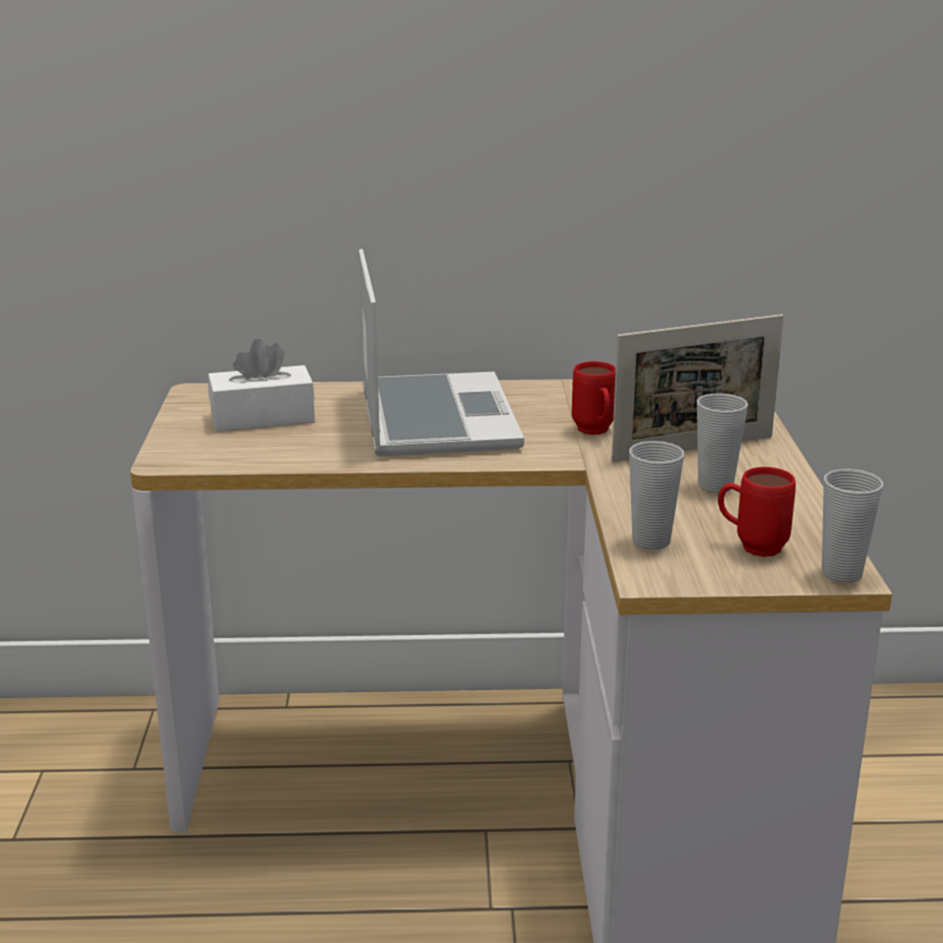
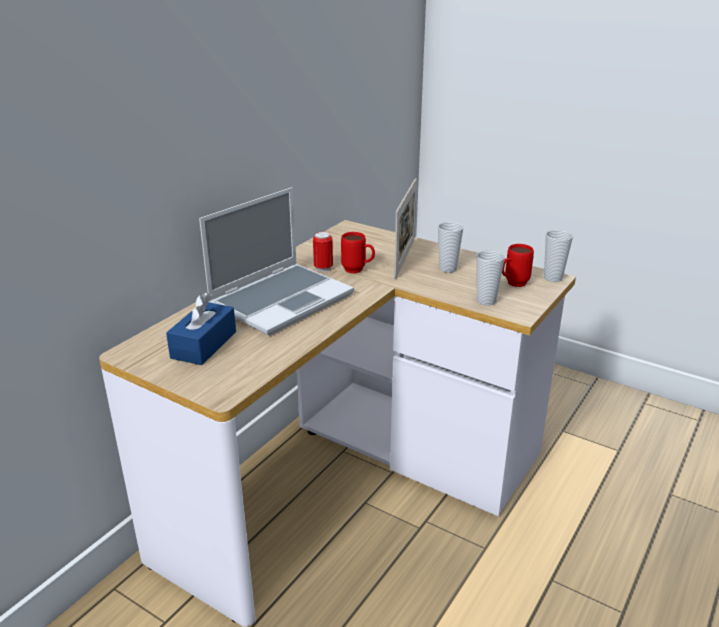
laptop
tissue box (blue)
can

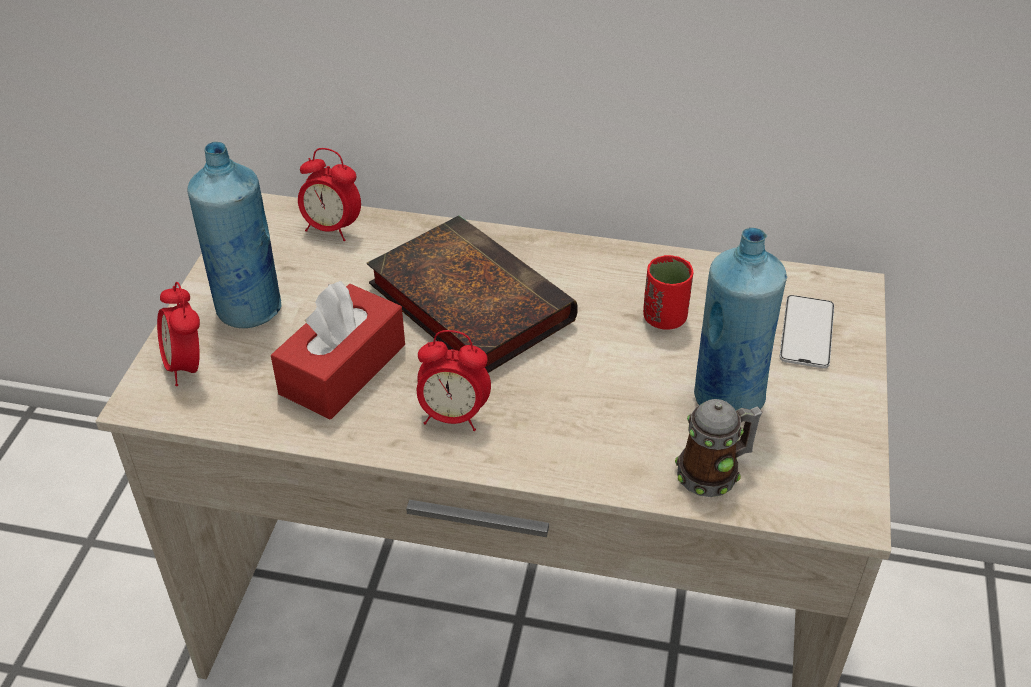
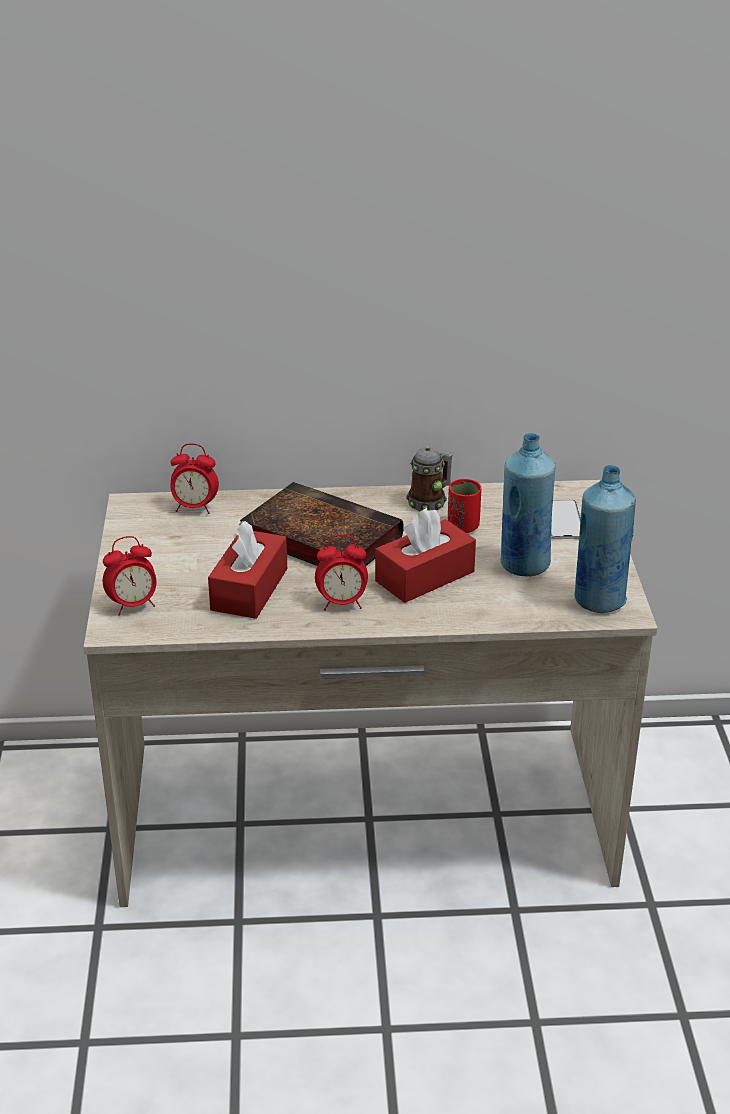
bottle (blue) (no. 2 from left)
alarm clock (no. 1 from left)
mug
tissue box (red) (no. 2 from left)

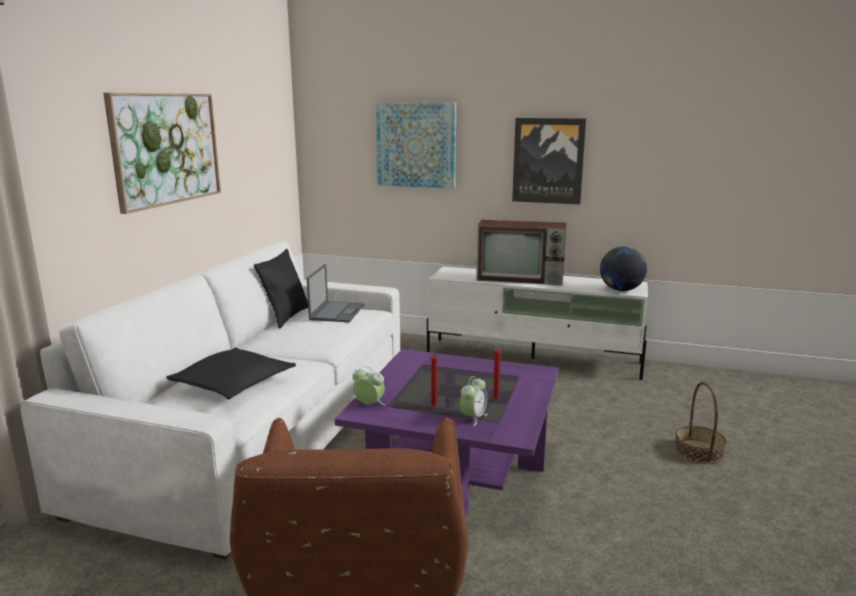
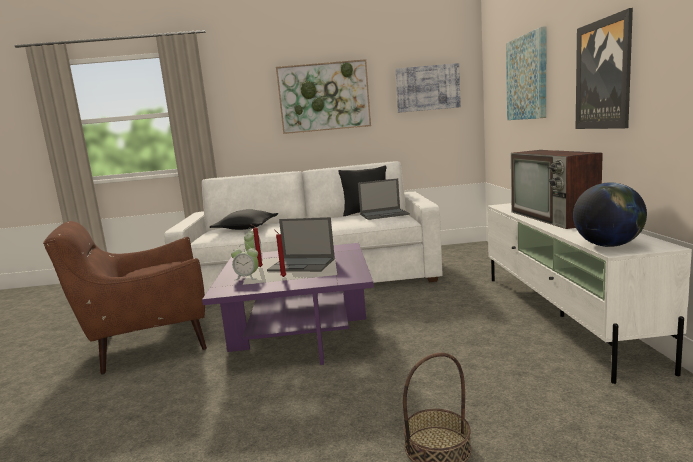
picture (no. 2 from left)
laptop (no. 1 from left)

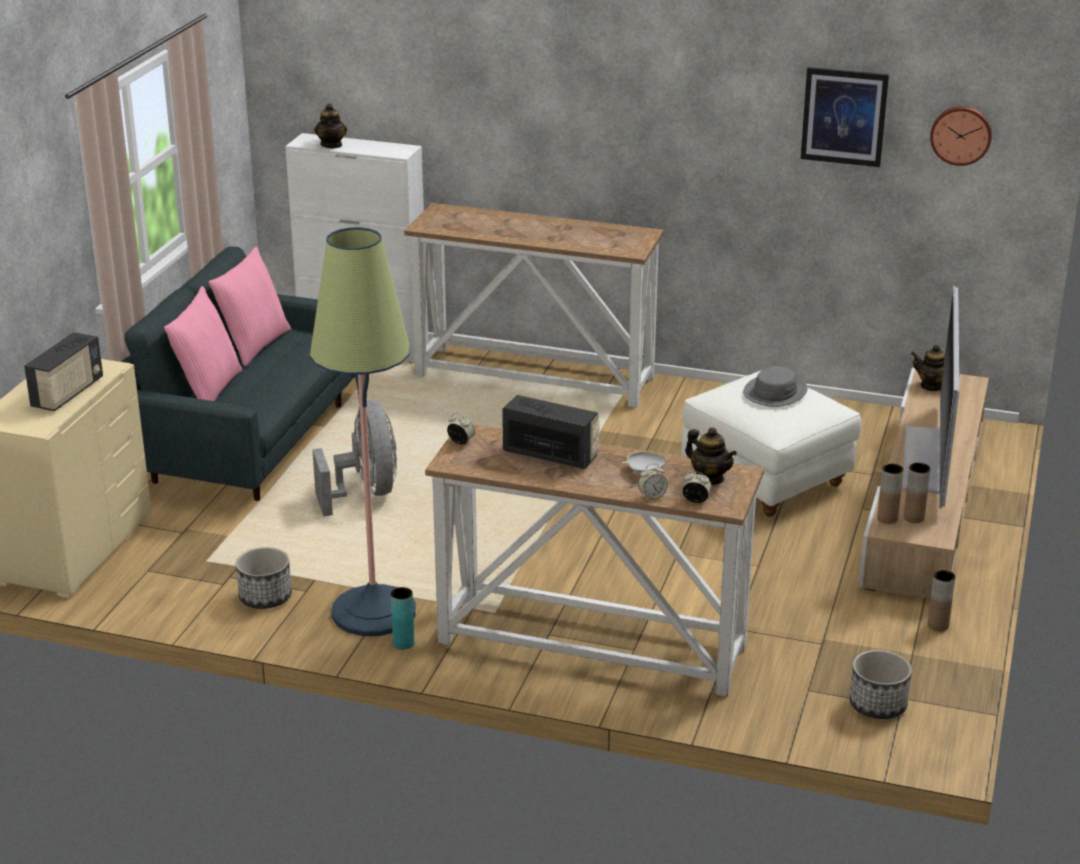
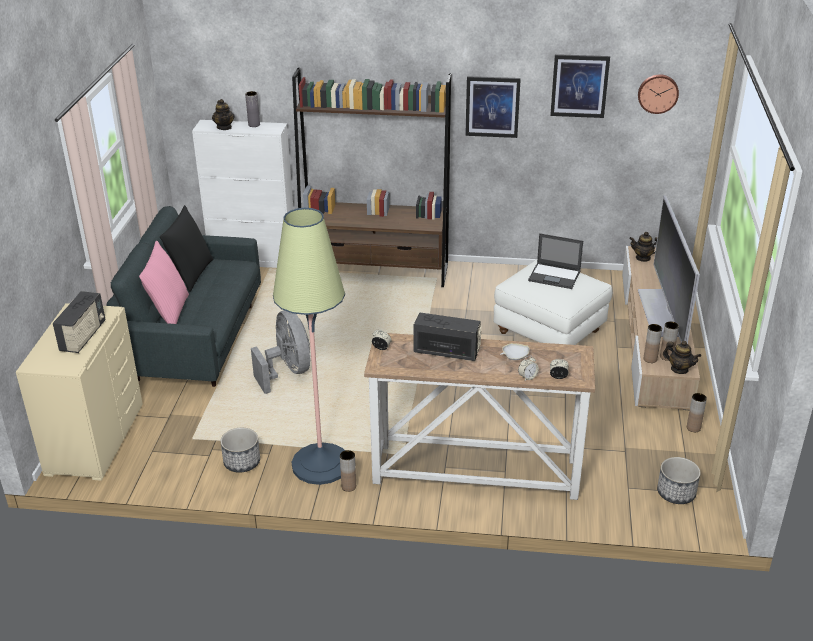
bookcase (brown)
pillow (black)
laptop
teapot (no. 3 from left)
vase (brown) (no. 1 from left)
picture (no. 1 from left)
vase (grey)

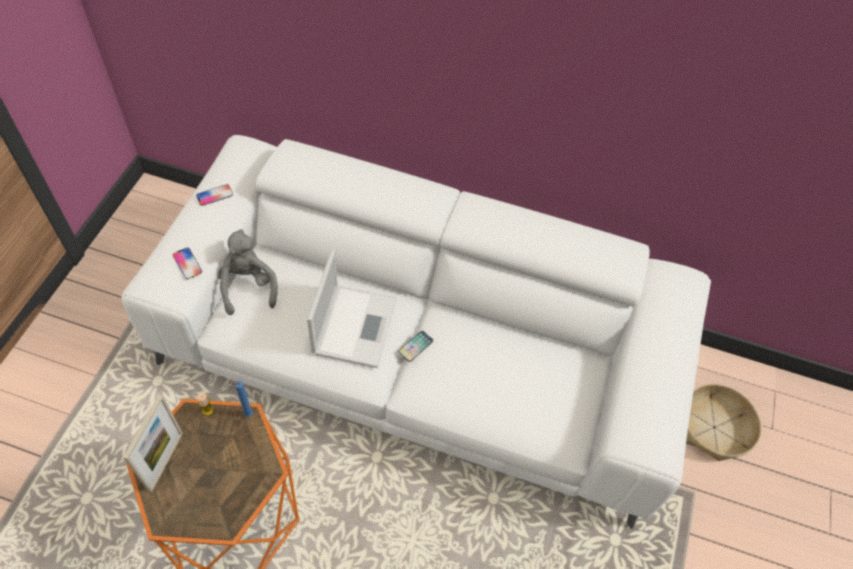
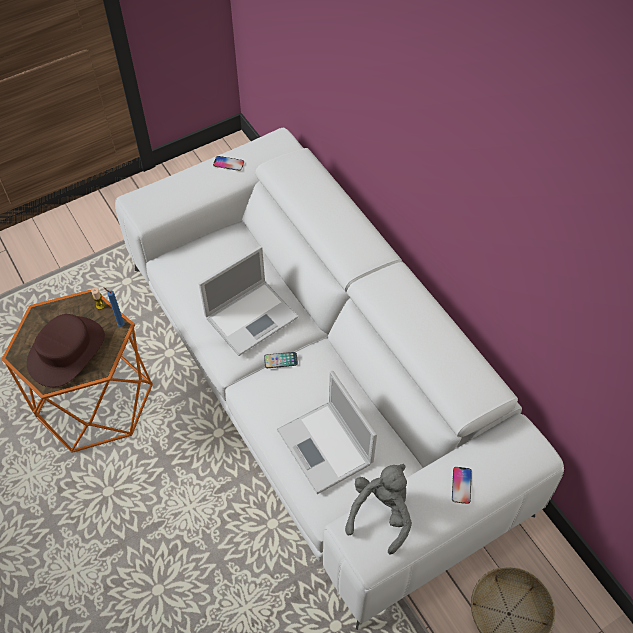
plush toy (grey)
phone (no. 3 from left)
picture frame
hat (brown)
laptop (no. 2 from left)

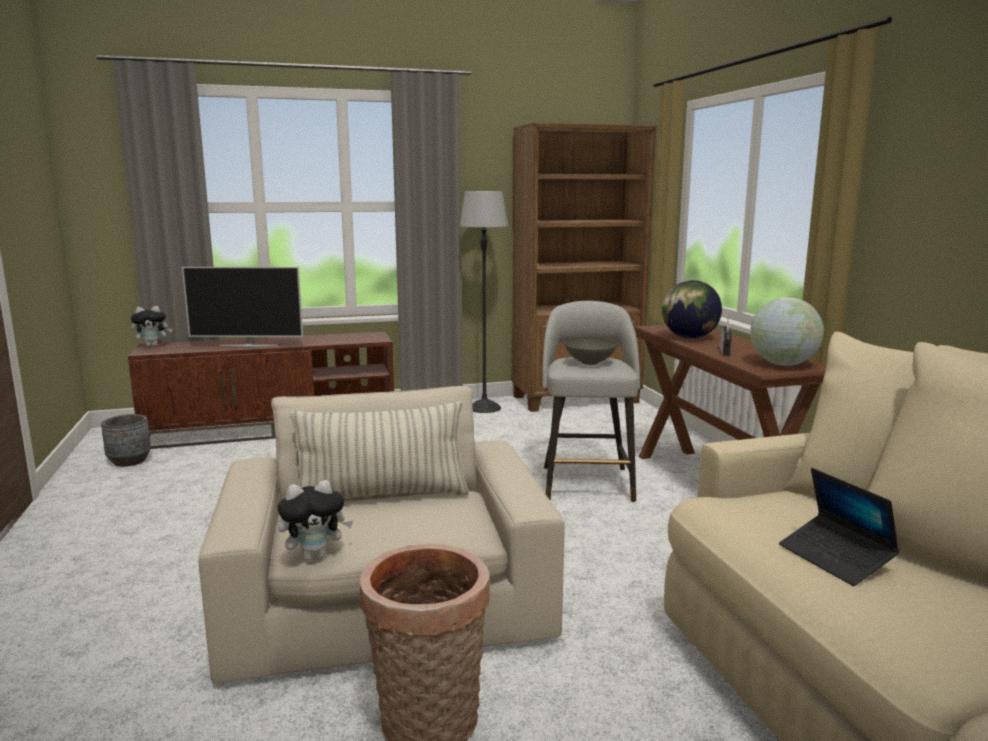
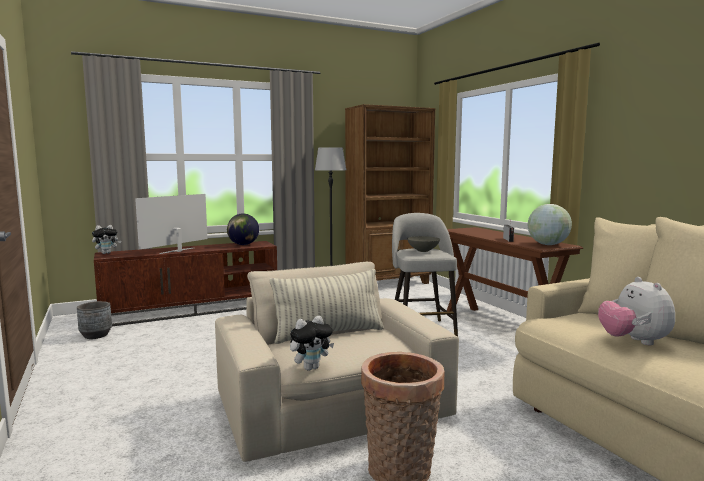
television
globe (no. 1 from left)
plush toy (no. 3 from left)

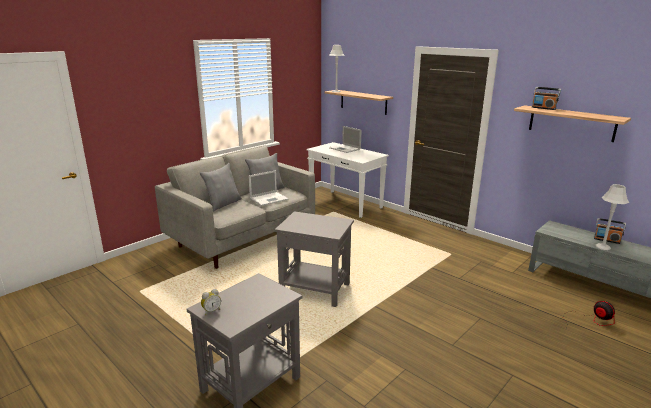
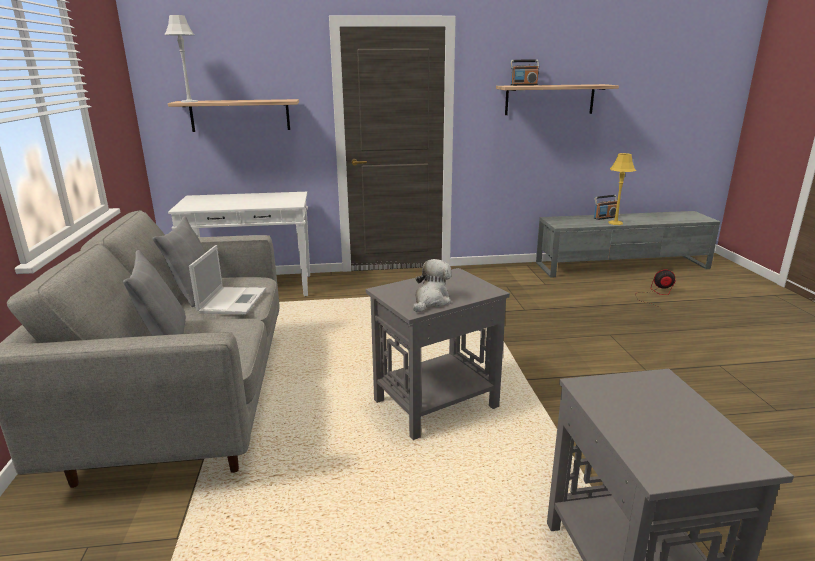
laptop (no. 2 from left in the first image)
table lamp (yellow)
alarm clock
plush toy

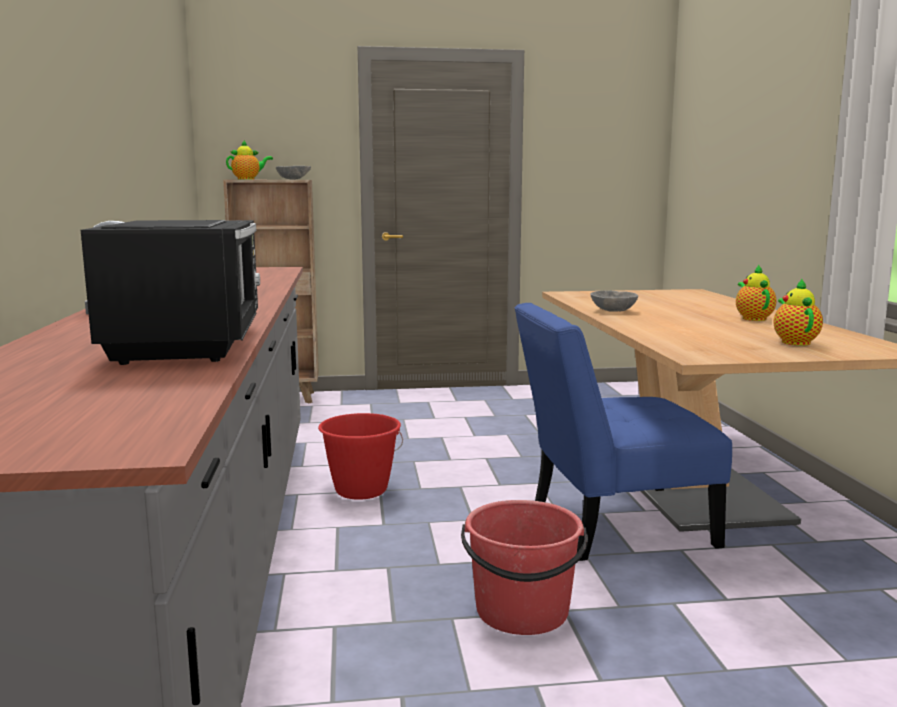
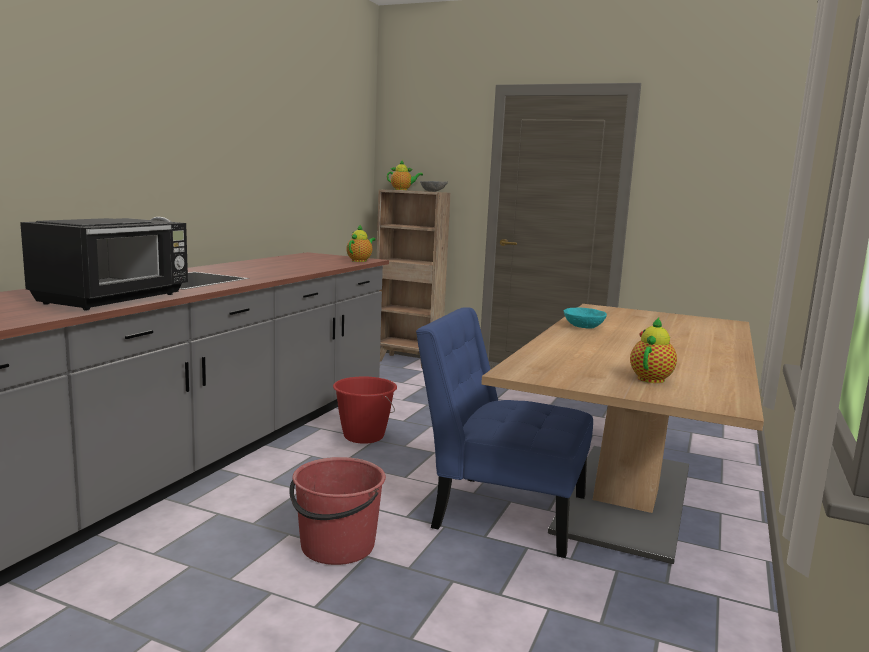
teapot (no. 1 from left)
bowl (turquoise)

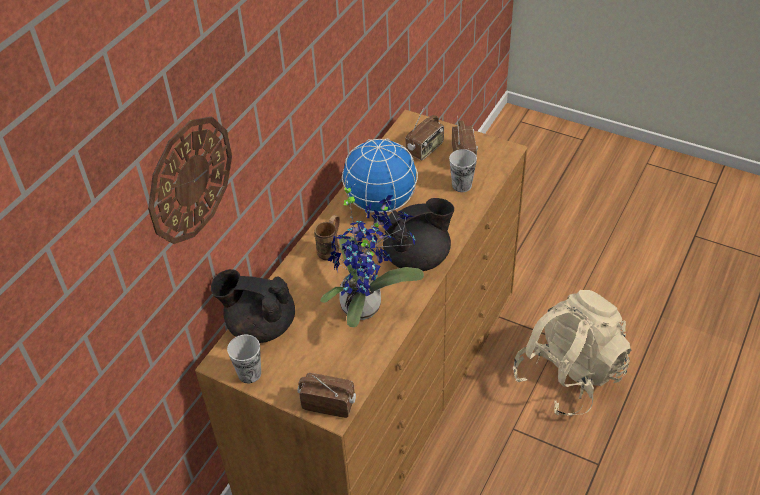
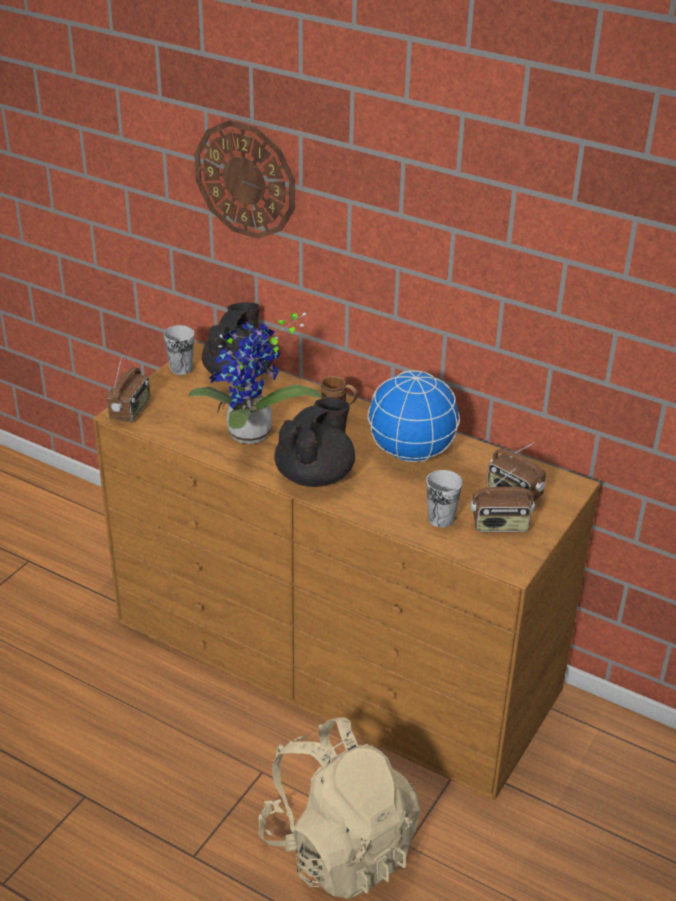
teapot (black) (no. 2 from left)

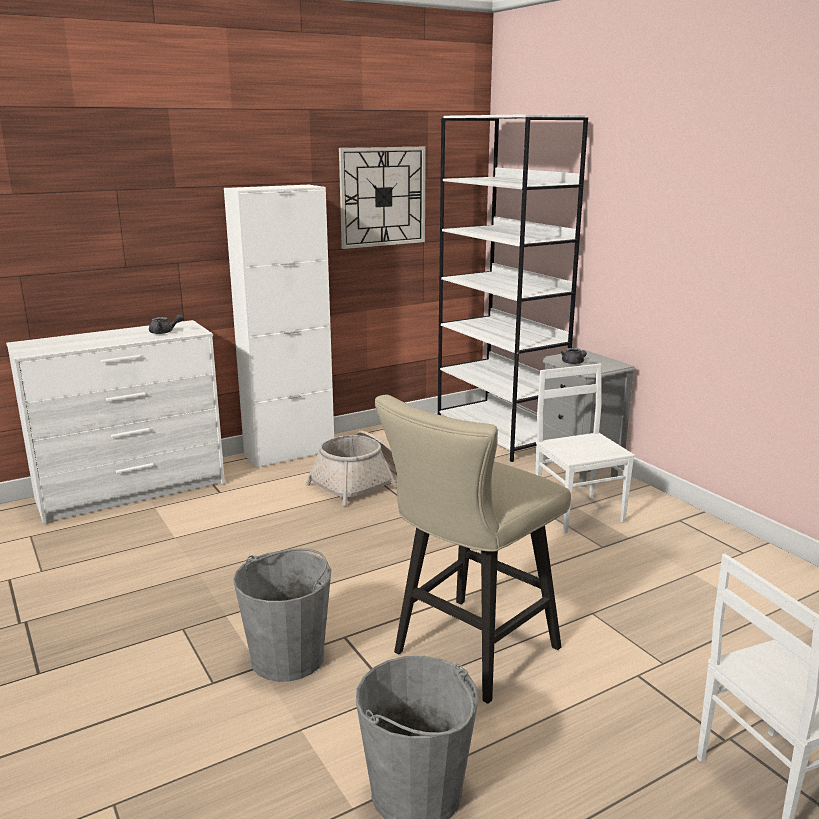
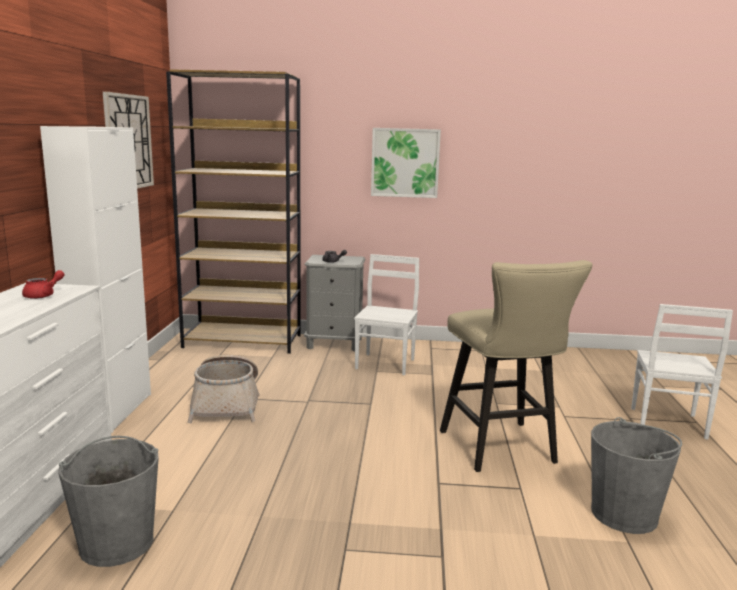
bookcase (brown)
teapot (red)
chair (white) (no. 1 from left)
bucket (grey) (no. 1 from left)
picture

